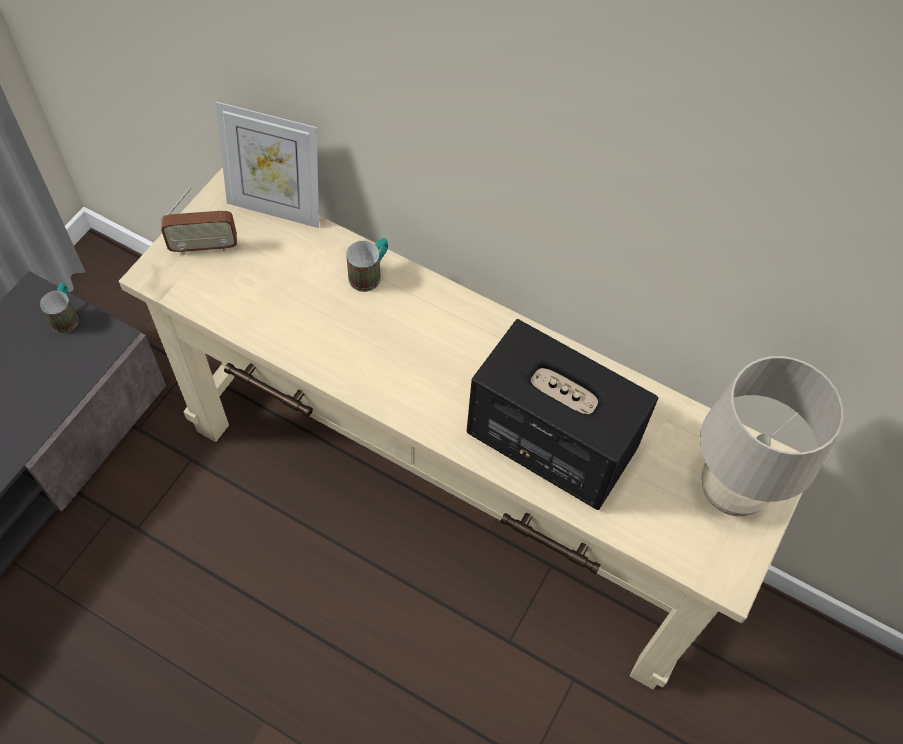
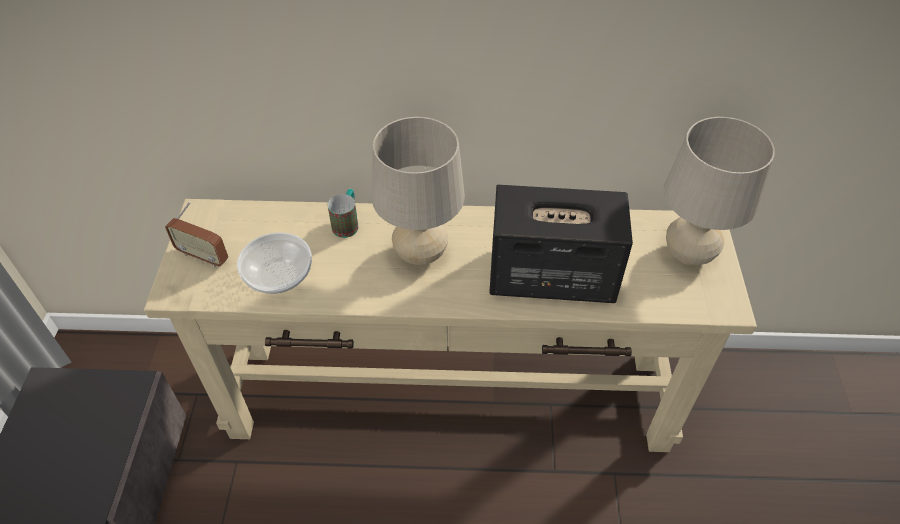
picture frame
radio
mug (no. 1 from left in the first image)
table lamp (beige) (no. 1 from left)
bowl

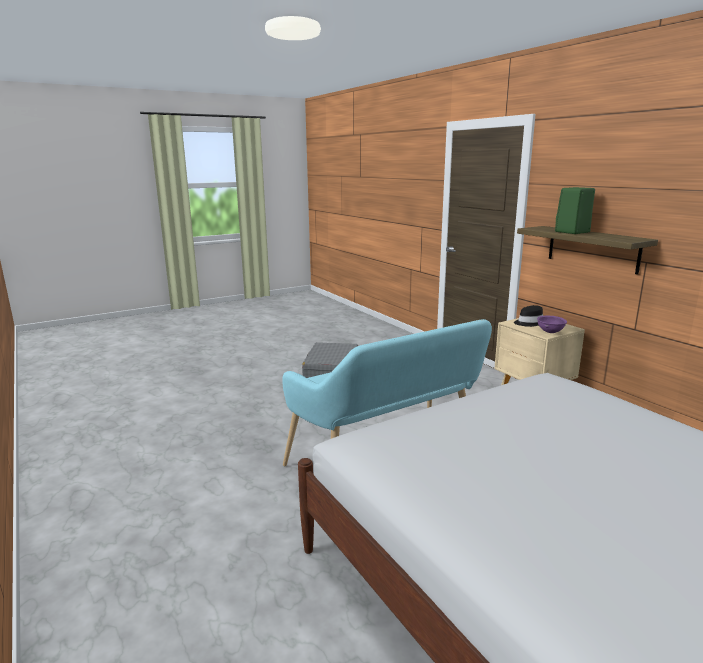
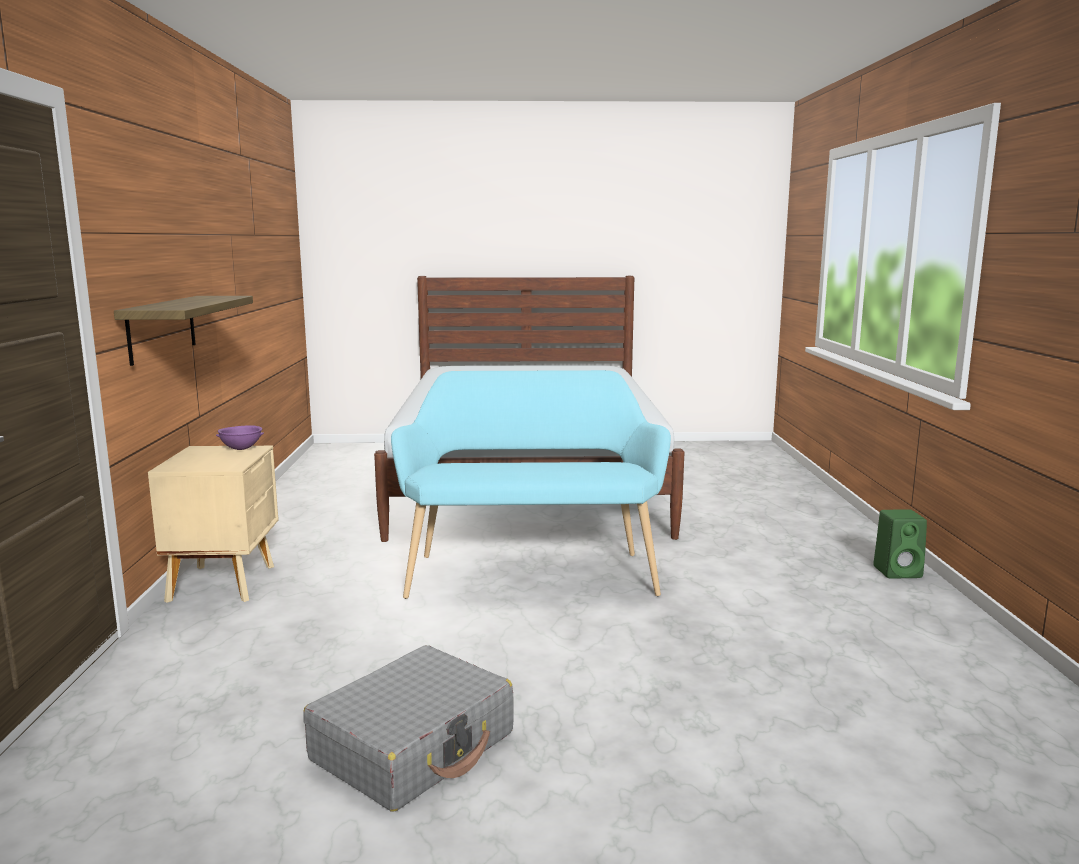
speaker (green)
hat (black)

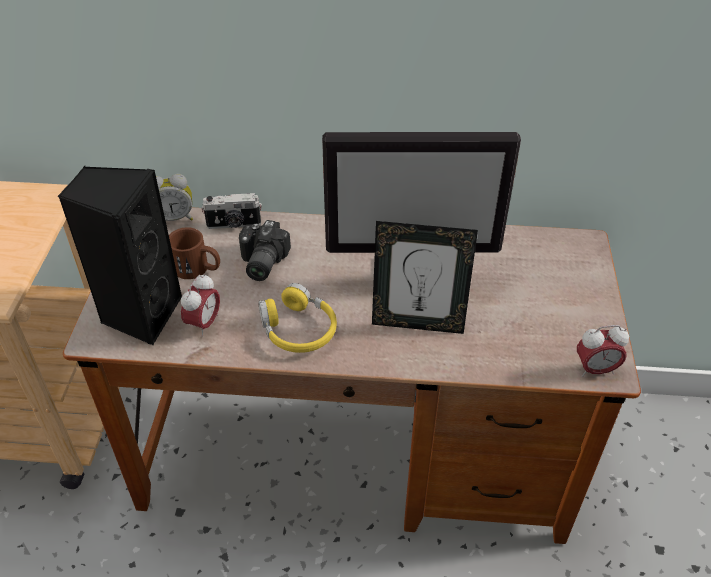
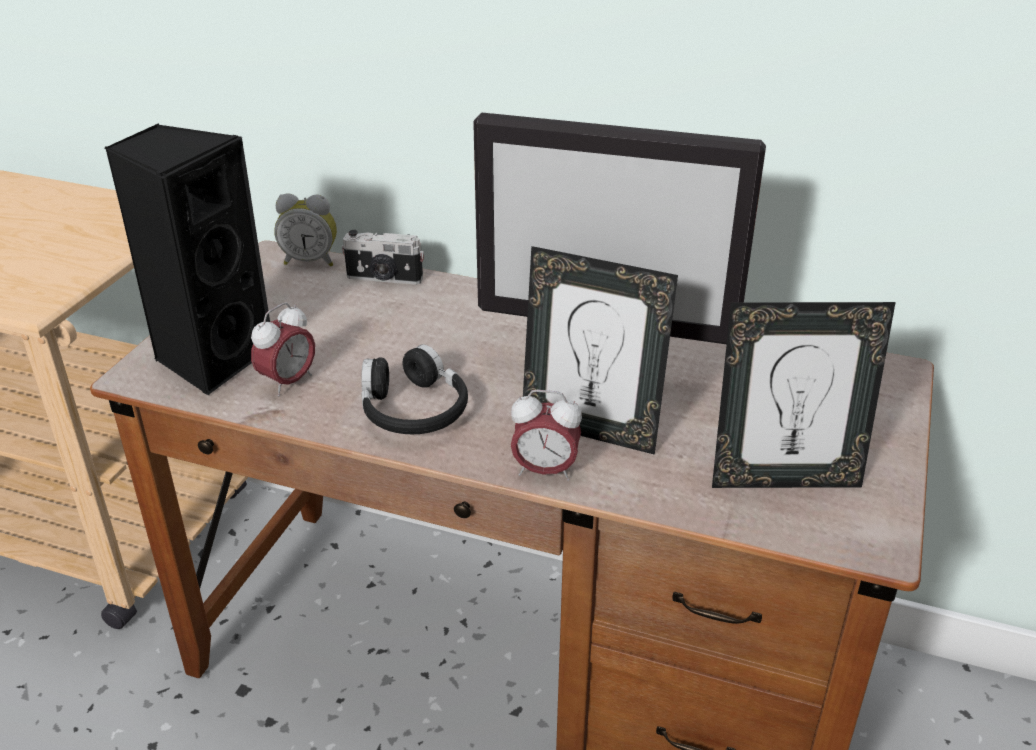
photo camera (no. 2 from left in the first image)
mug (brown)
headphones (black)
alarm clock (no. 3 from left)
picture frame (no. 2 from left)

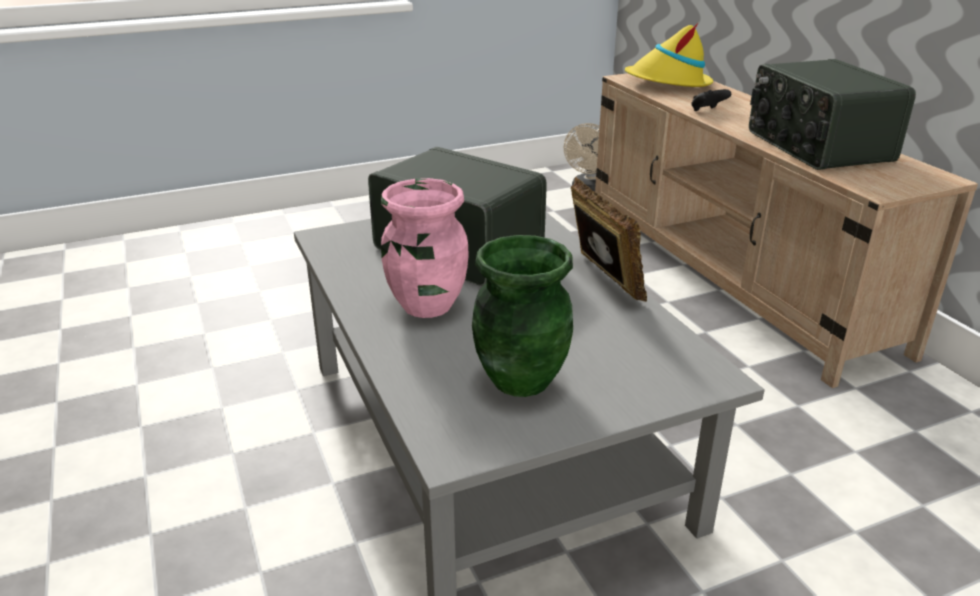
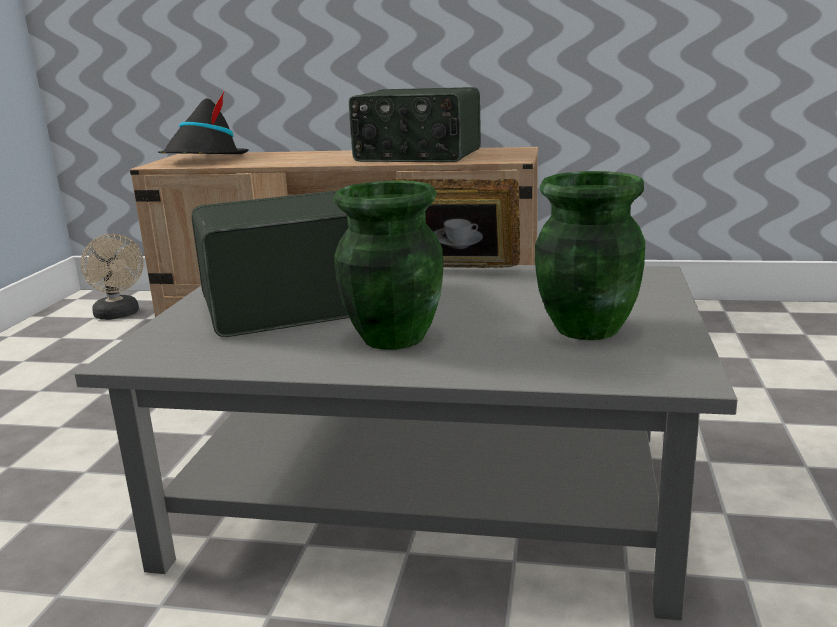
hat (black)
game controller (black)
vase (green) (no. 1 from left)

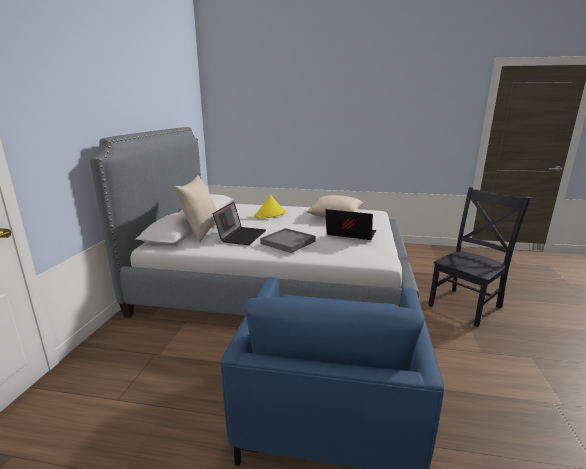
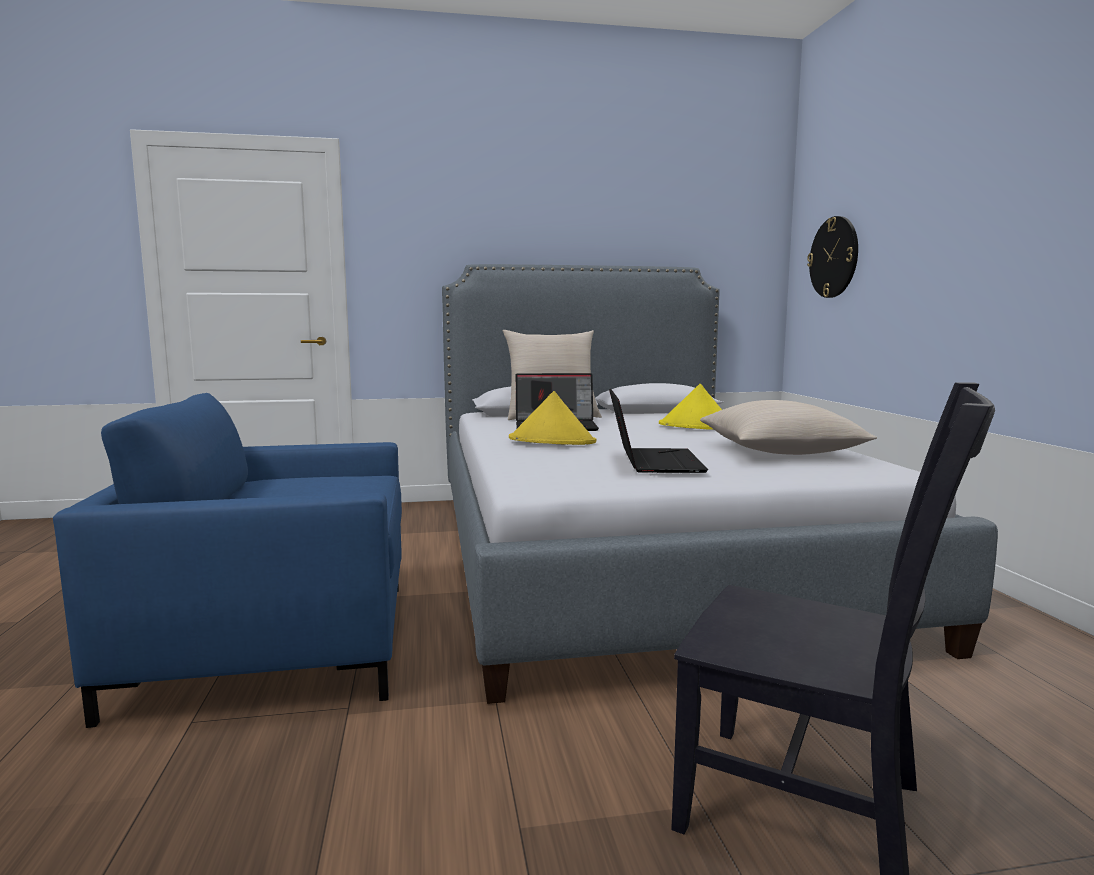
hat (yellow) (no. 1 from left)
wall clock

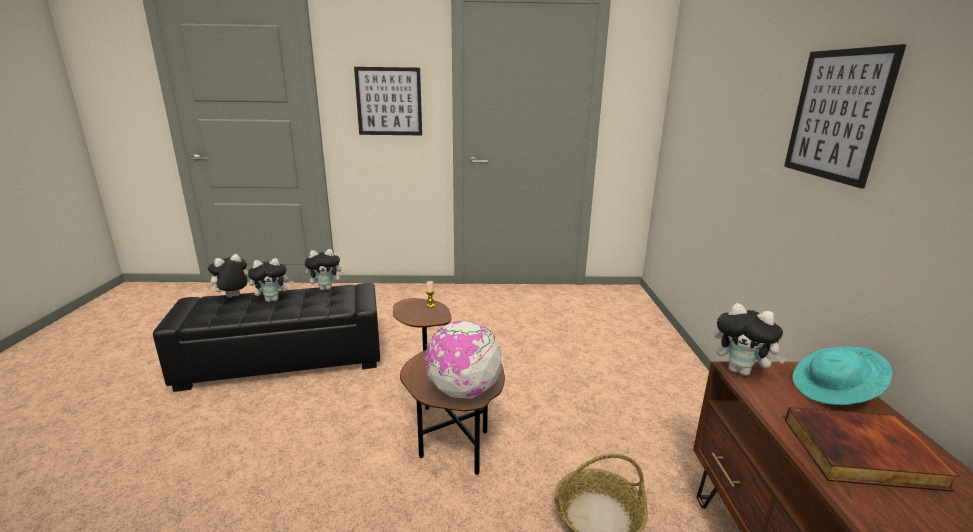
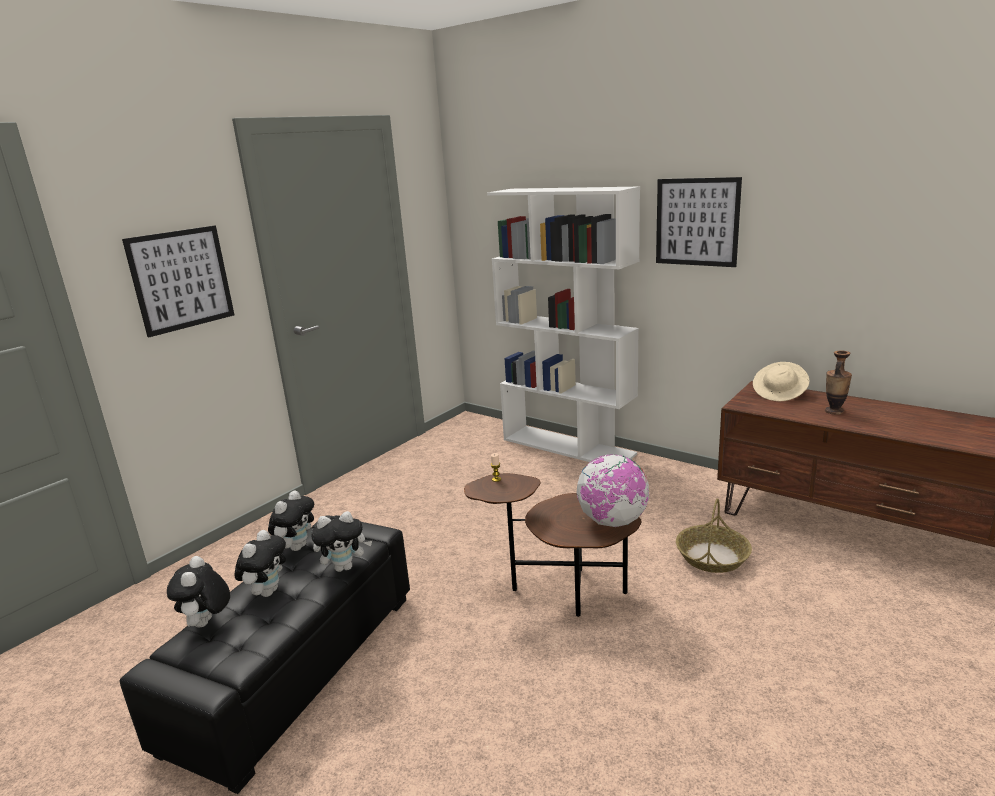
plush toy (no. 4 from left)
hat (beige)
vase
bookcase (white)

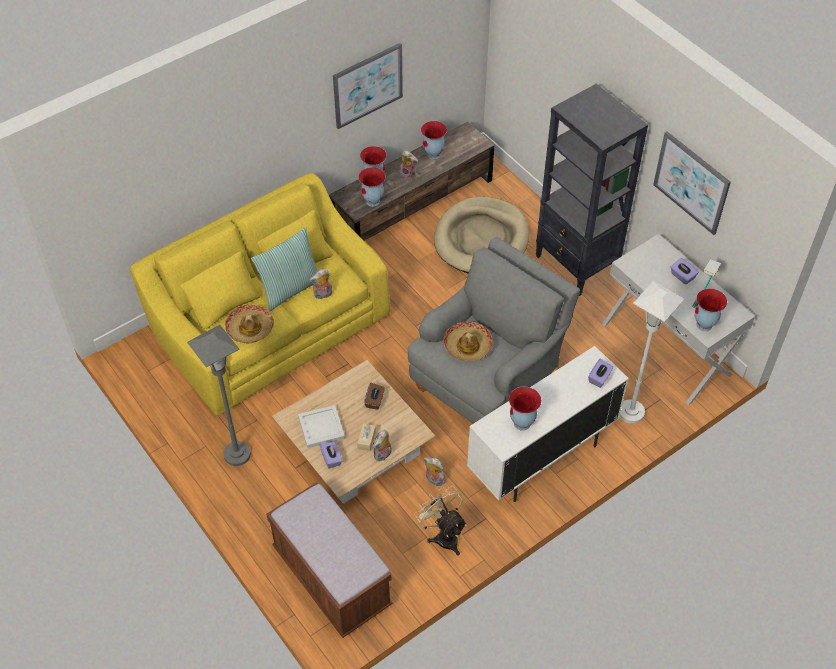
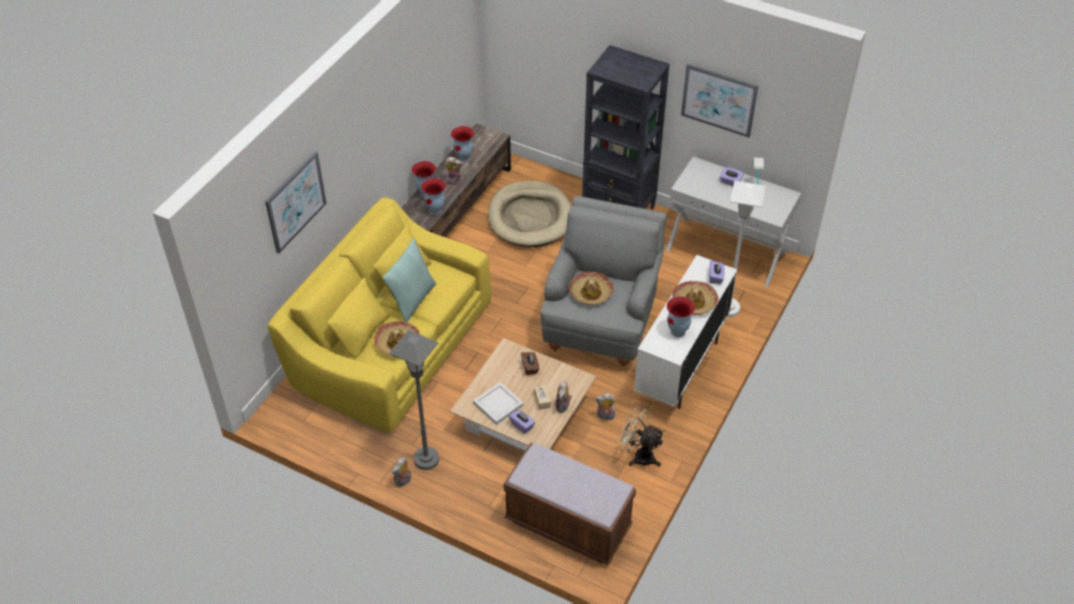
picture (no. 1 from left)
plush toy (no. 1 from left)
vase (no. 5 from left in the first image)
hat (no. 3 from left)

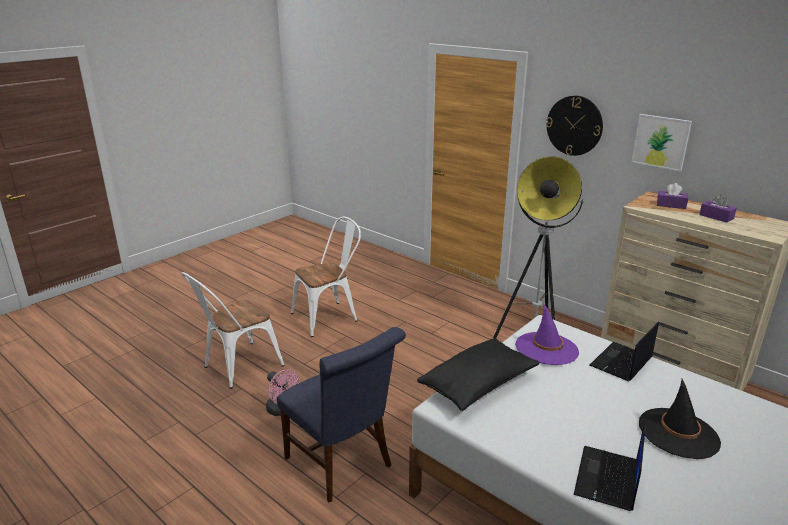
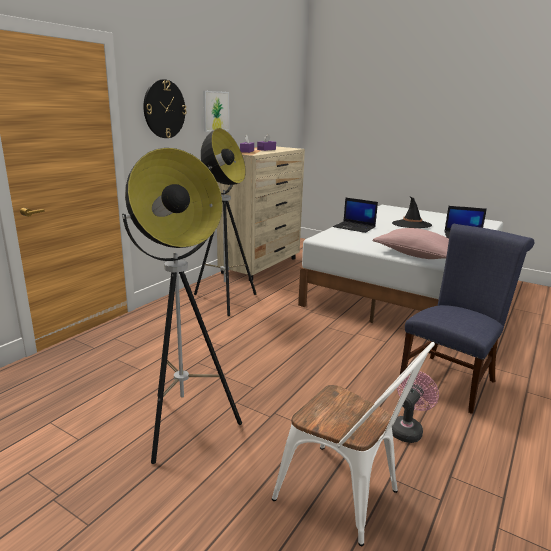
floor lamp (no. 1 from left)
hat (purple)
pillow (pink)

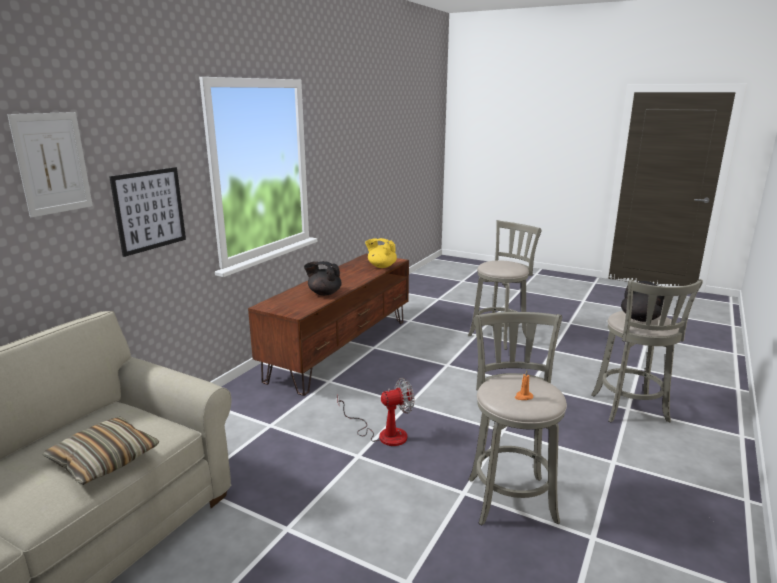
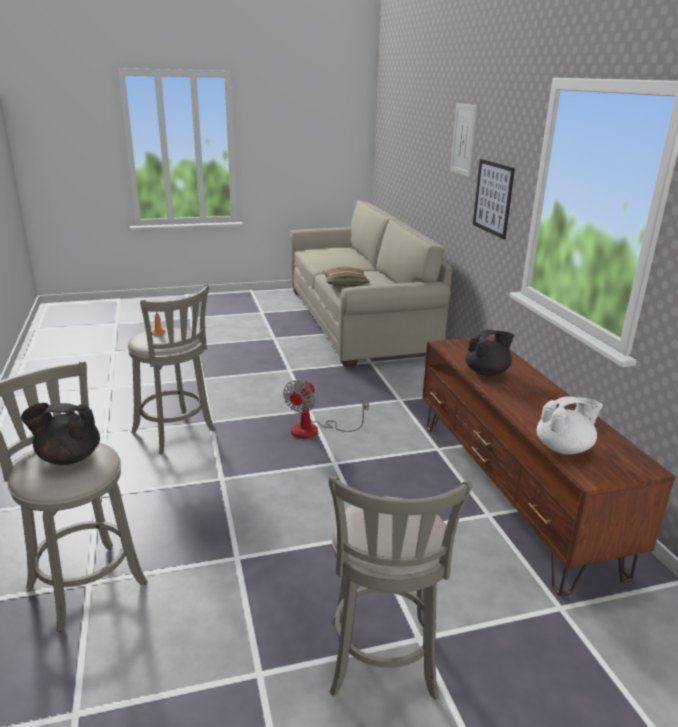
teapot (white)

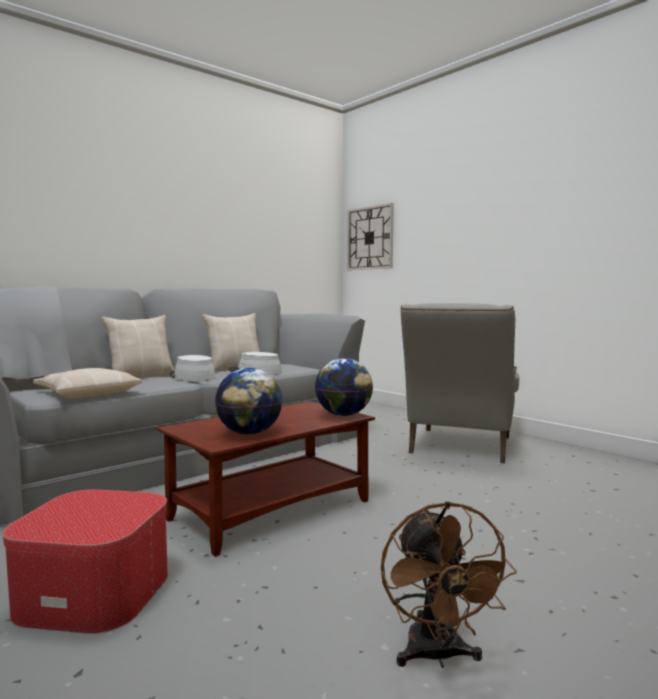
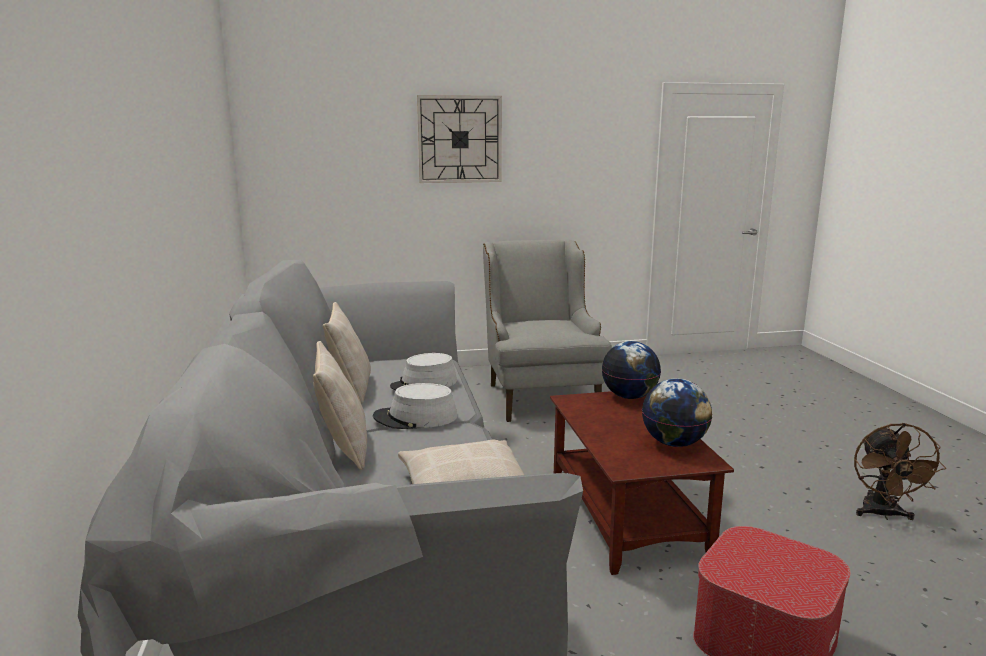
wall clock
armchair (grey)
fan (brown)

